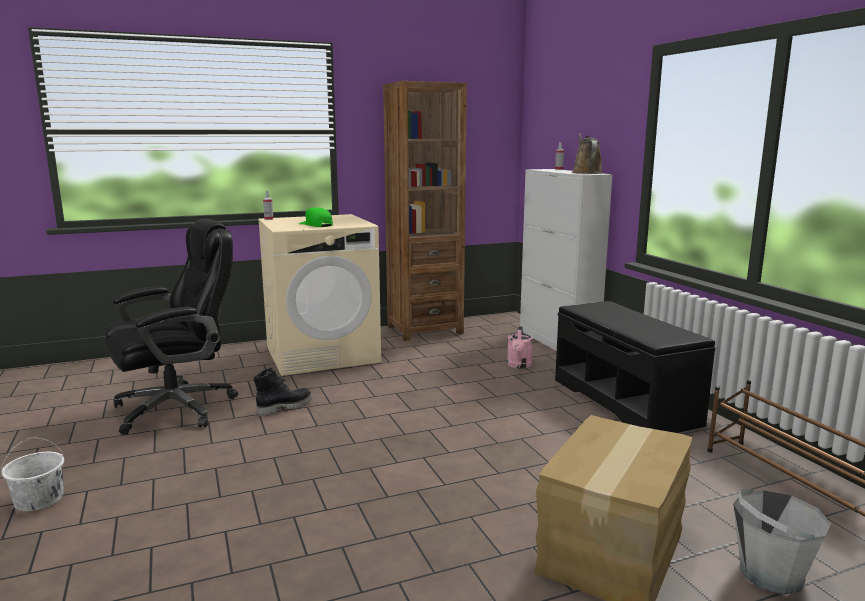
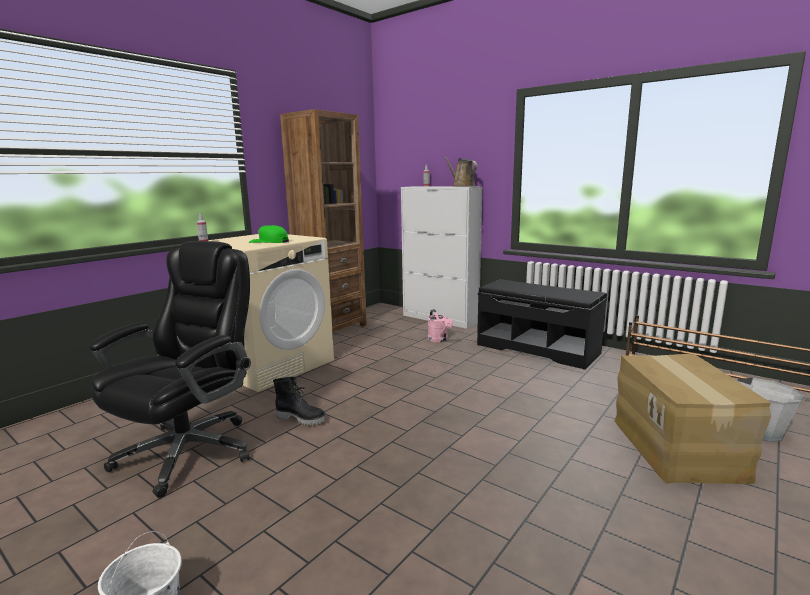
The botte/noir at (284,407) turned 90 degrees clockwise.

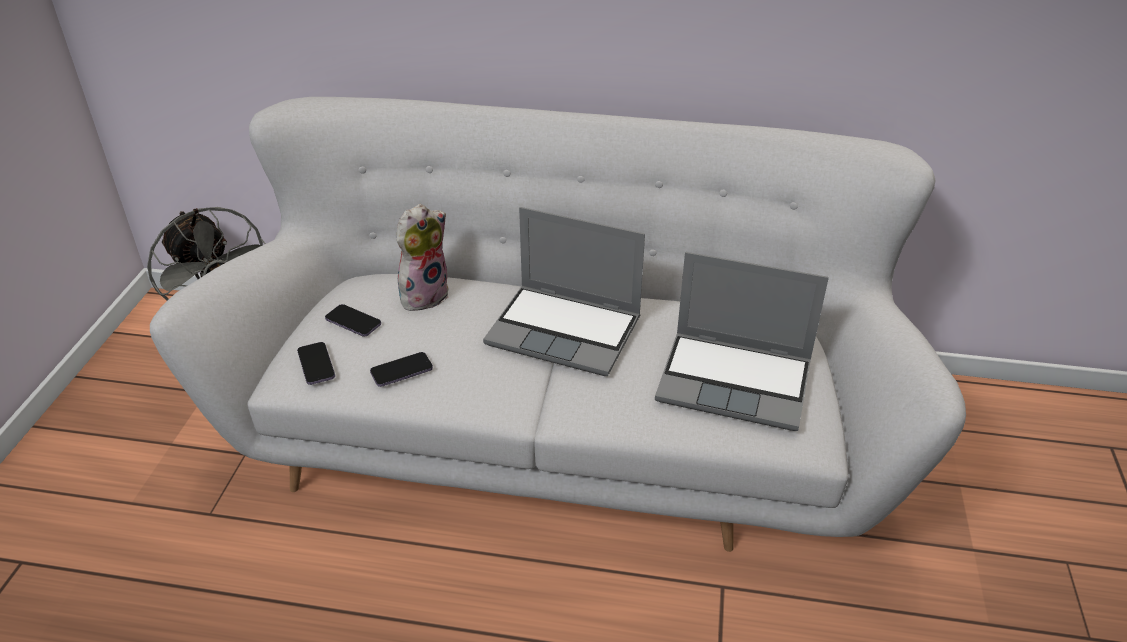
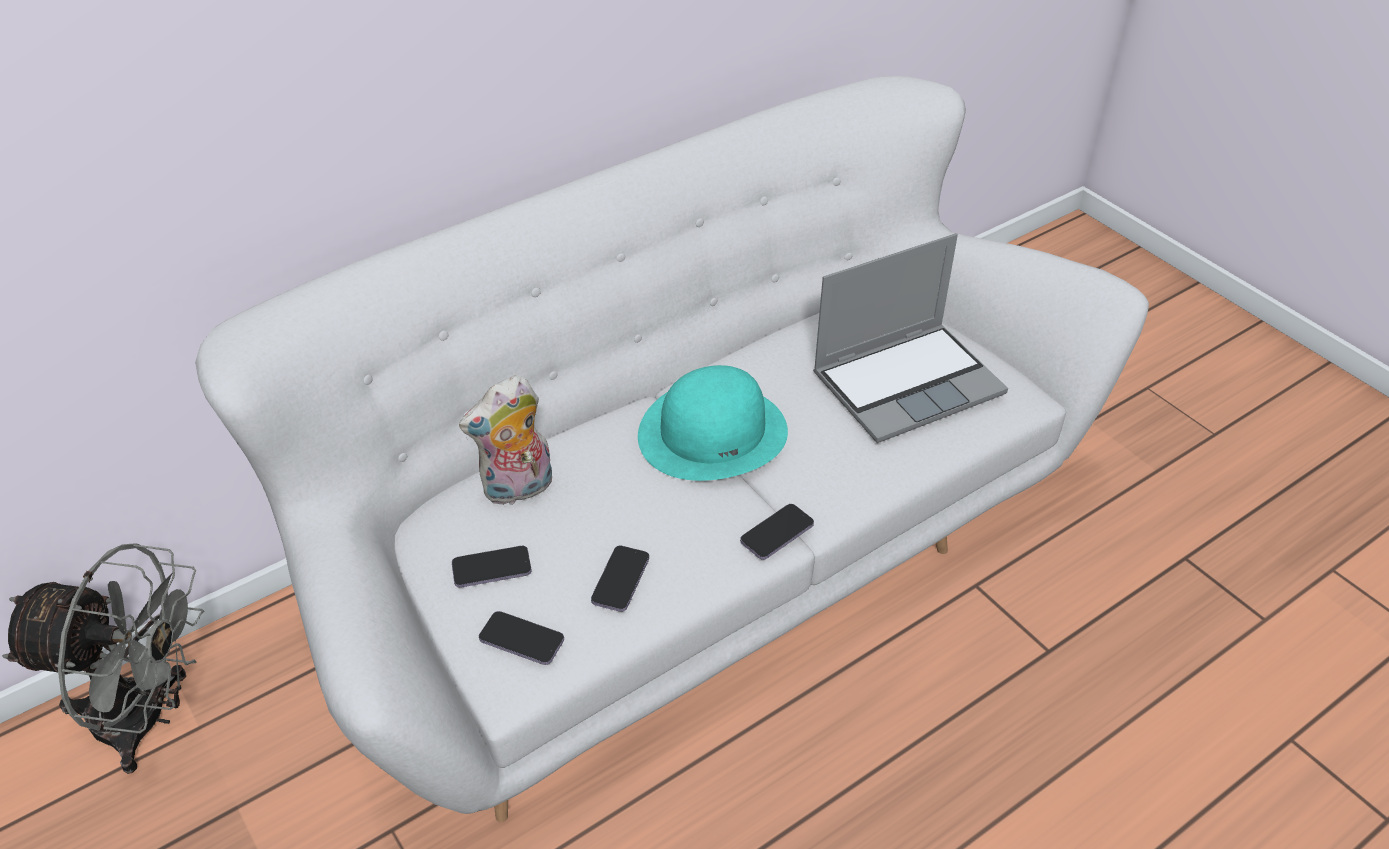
The peluche at (424,295) turned 120 degrees counterclockwise.
The ordinateur portable at (566,331) was replaced by the chapeau/turquoise at (713,432).
The téléphone at (777,533) appeared.

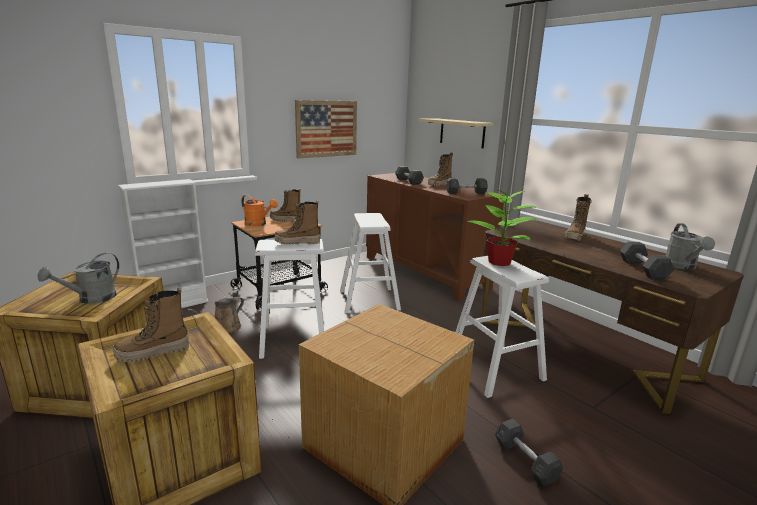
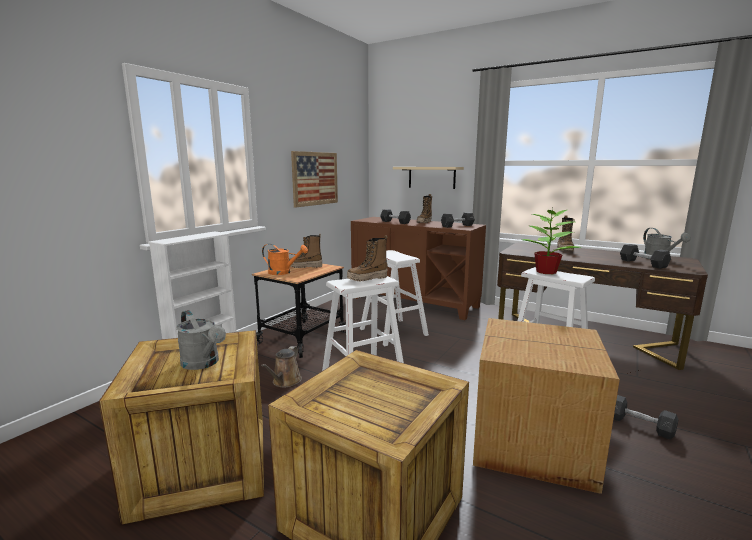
The arrosoir/gris at (91,299) turned 60 degrees counterclockwise.
The botte at (153,353) disappeared.

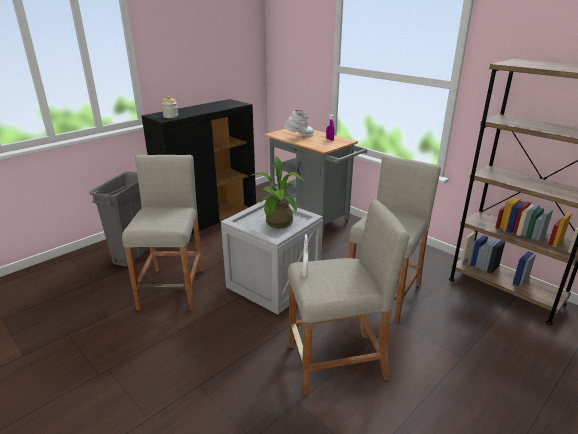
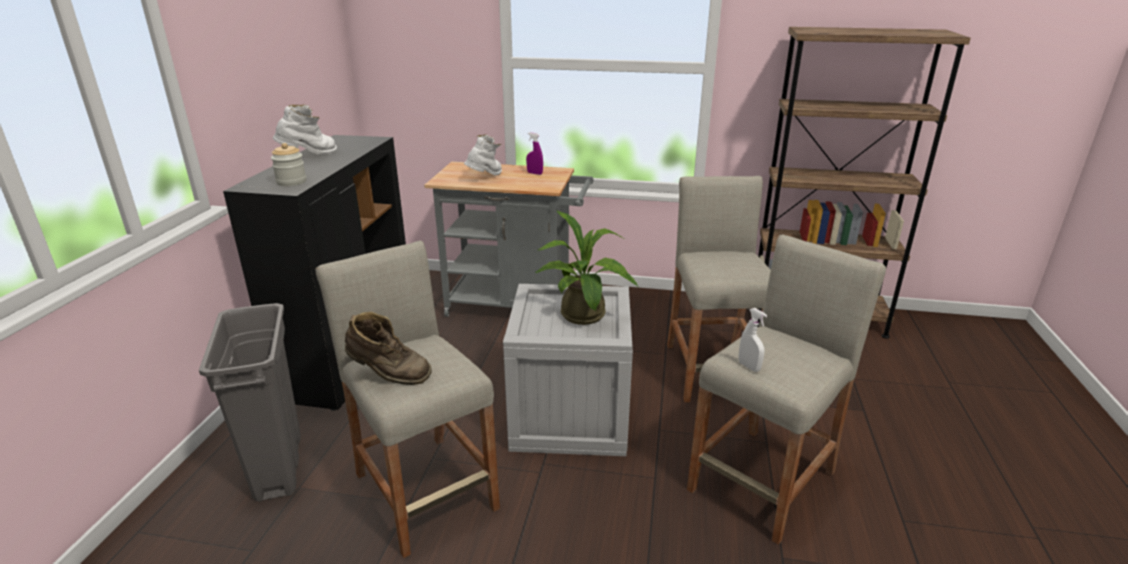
The botte/blanc at (309,156) appeared.
The botte/marron at (389,376) appeared.

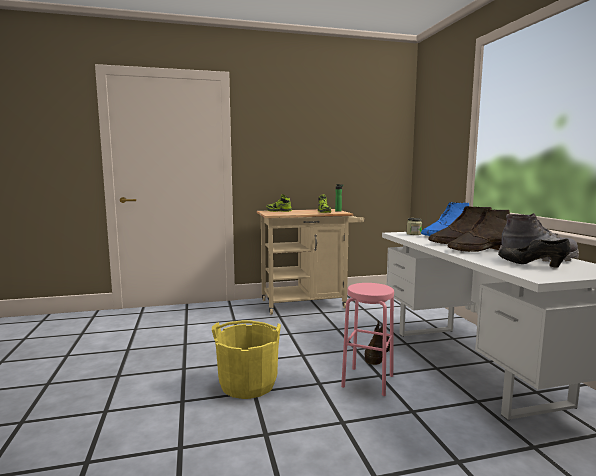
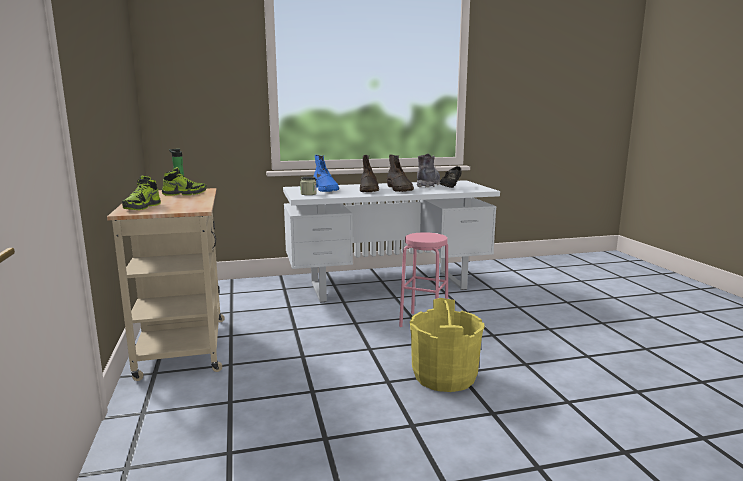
The botte/marron at (378,352) disappeared.

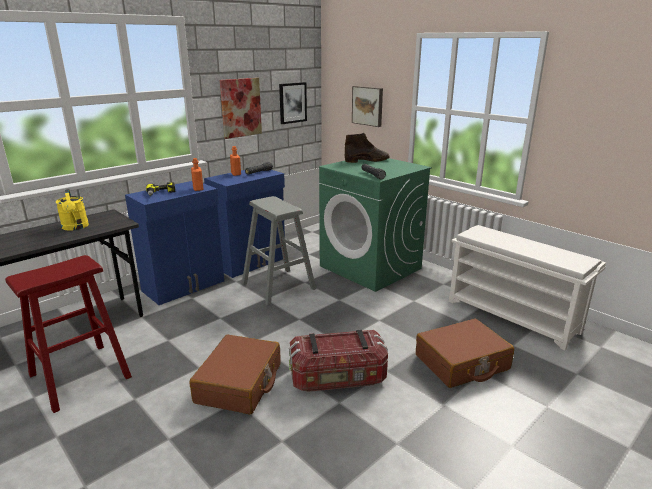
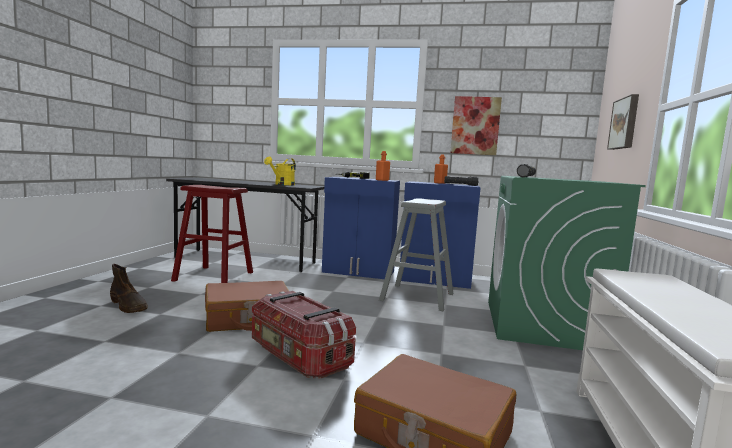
The tableau at (292,103) disappeared.
The botte/marron moved from (367,160) to (129,306).

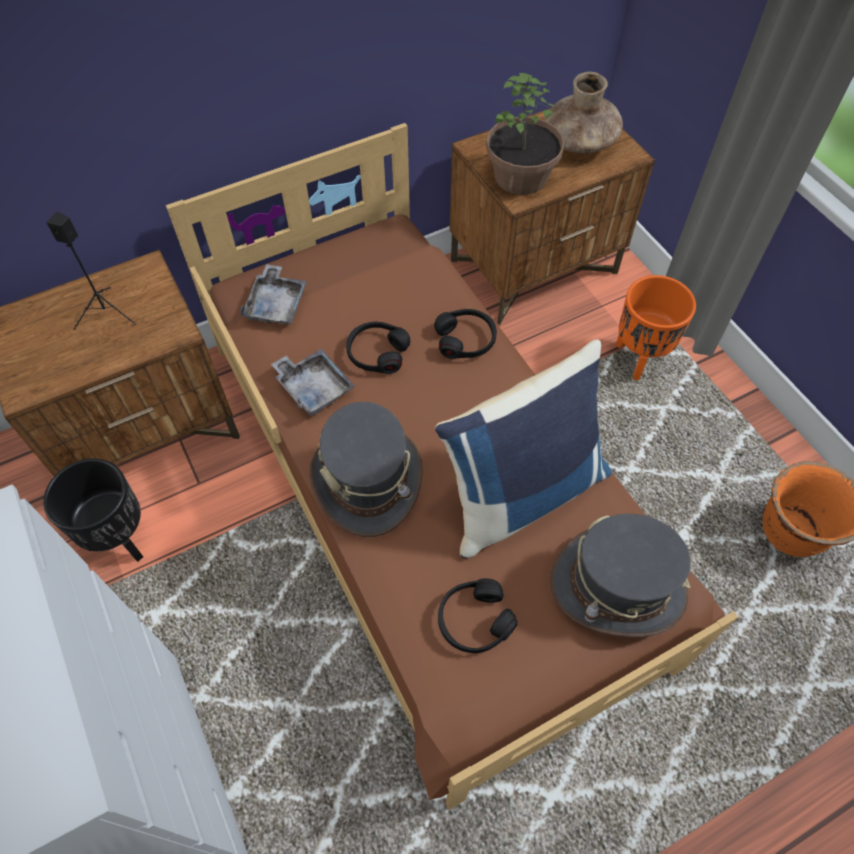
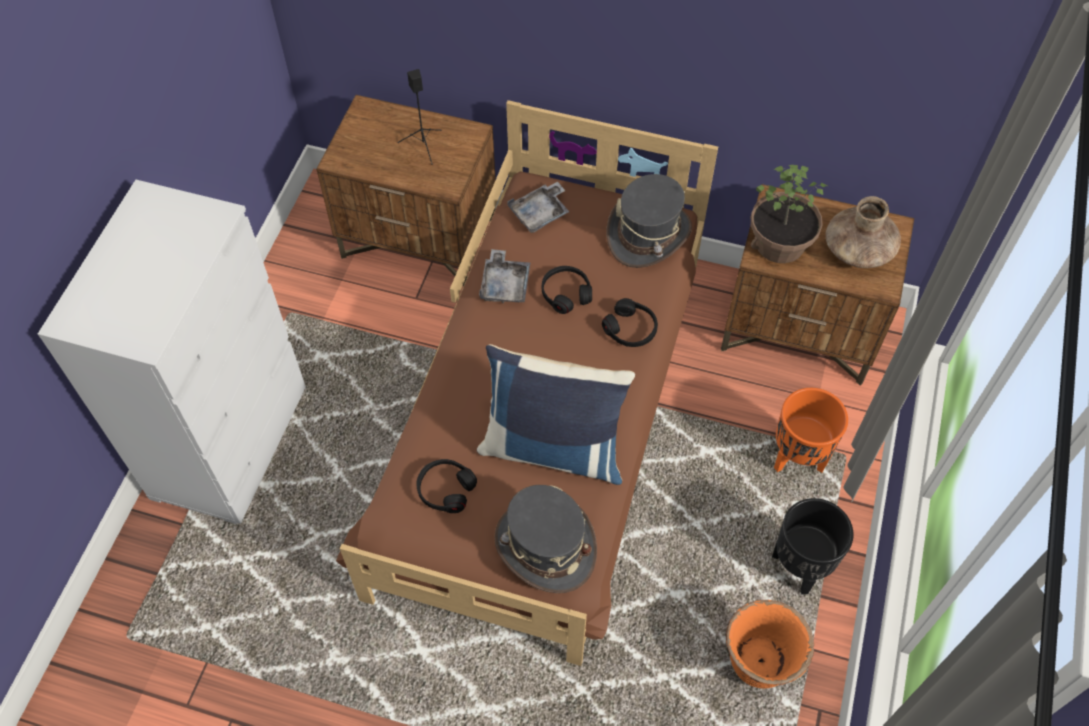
The chapeau/gris moved from (368,480) to (648,234).
The cache-pot/noir moved from (122,538) to (800,567).

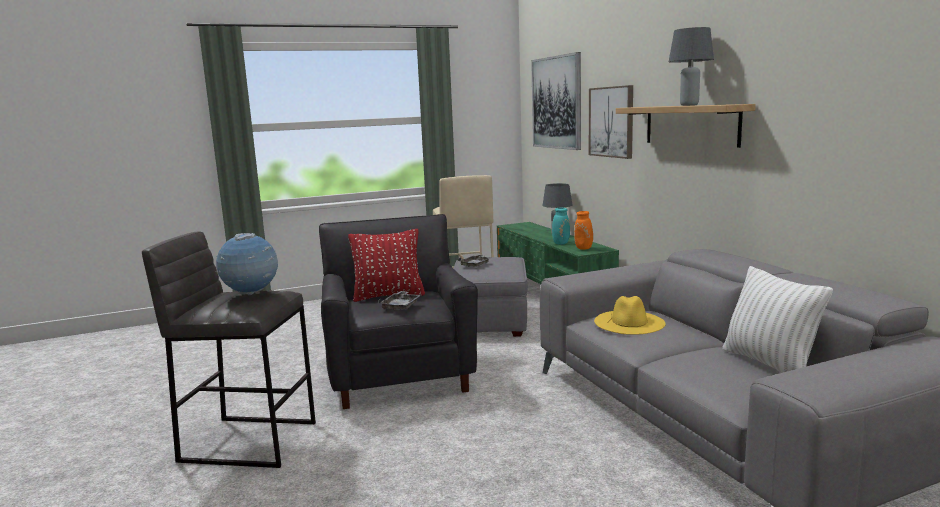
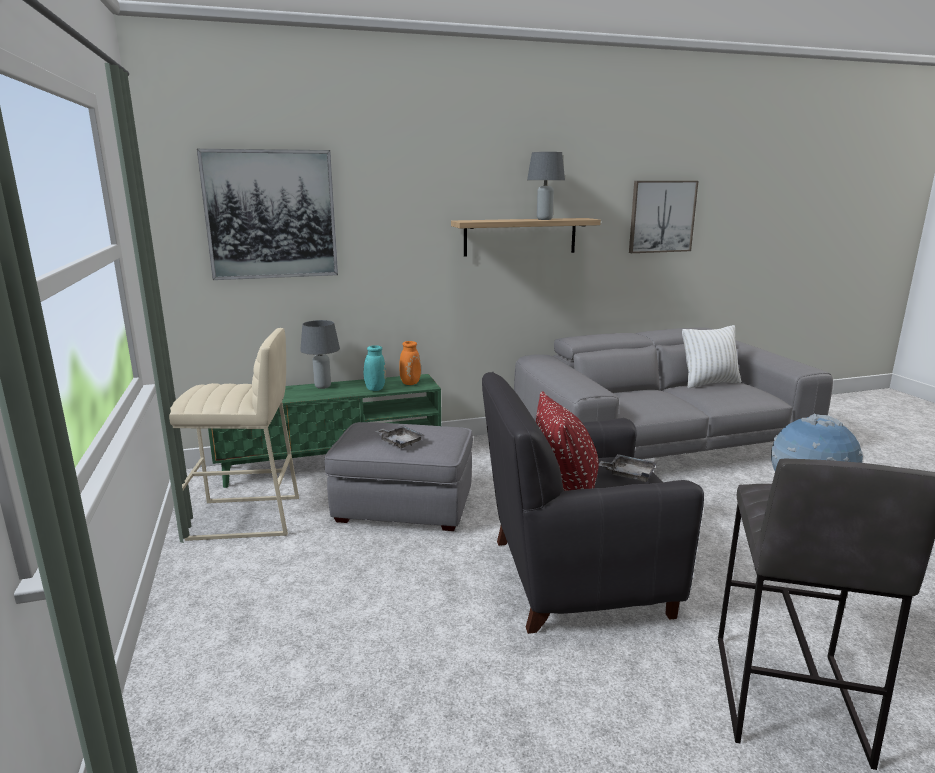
The tableau moved from (611,122) to (662,216).
The chapeau/jaune at (629,322) disappeared.

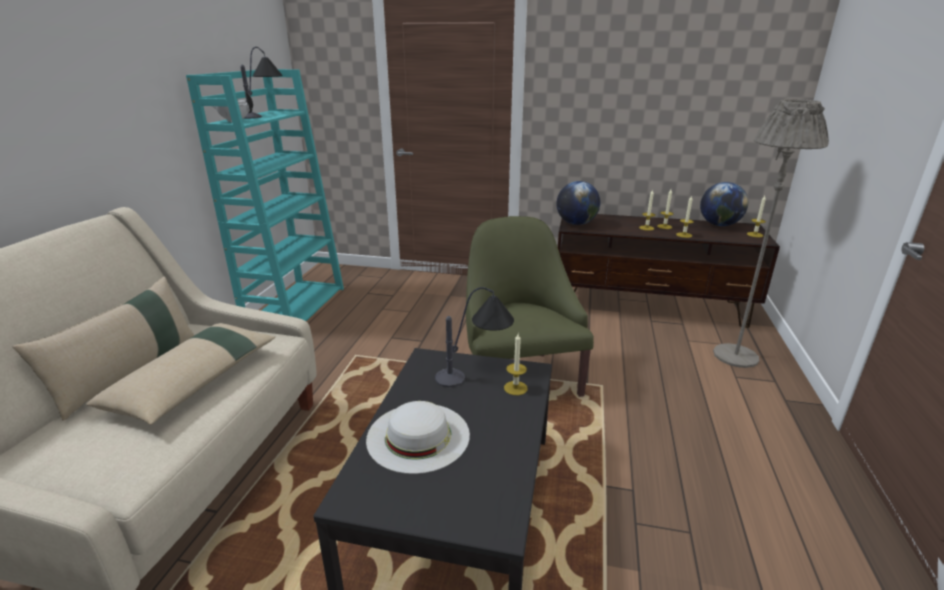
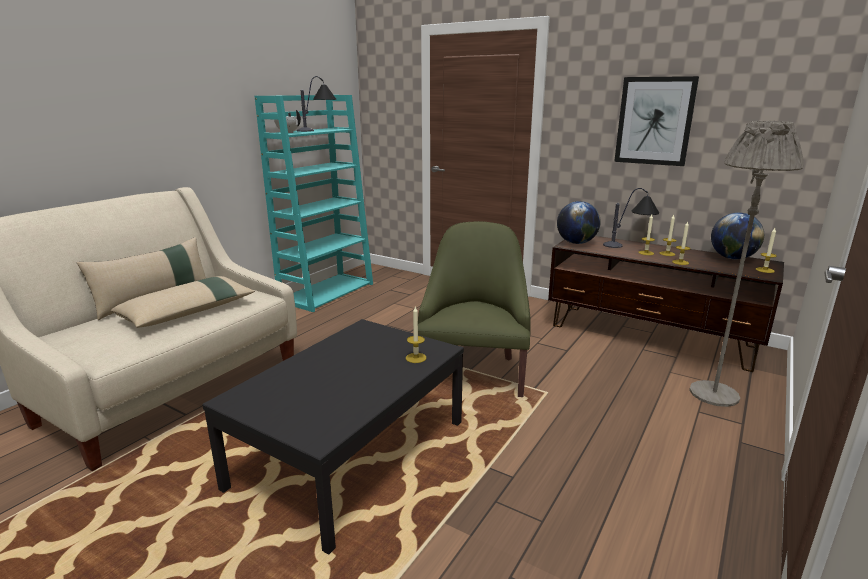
The lampe de table moved from (476,369) to (630,244).
The chapeau/blanc at (418,436) disappeared.
The tableau at (654,121) appeared.

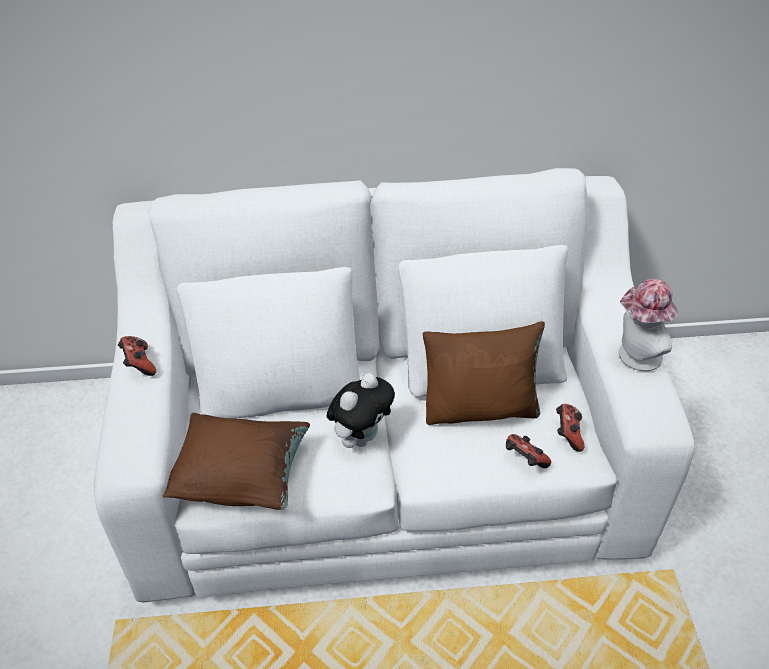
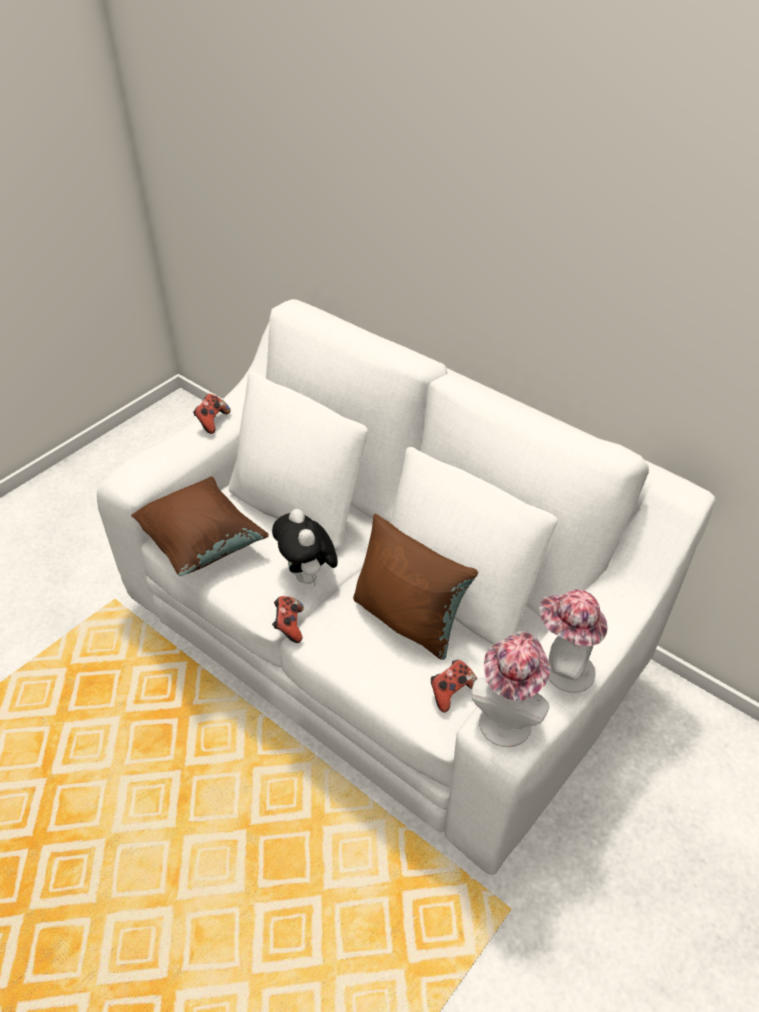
The peluche at (361,437) turned 75 degrees clockwise.
The manette moved from (524,460) to (289,626).
The chapeau at (506,716) appeared.

